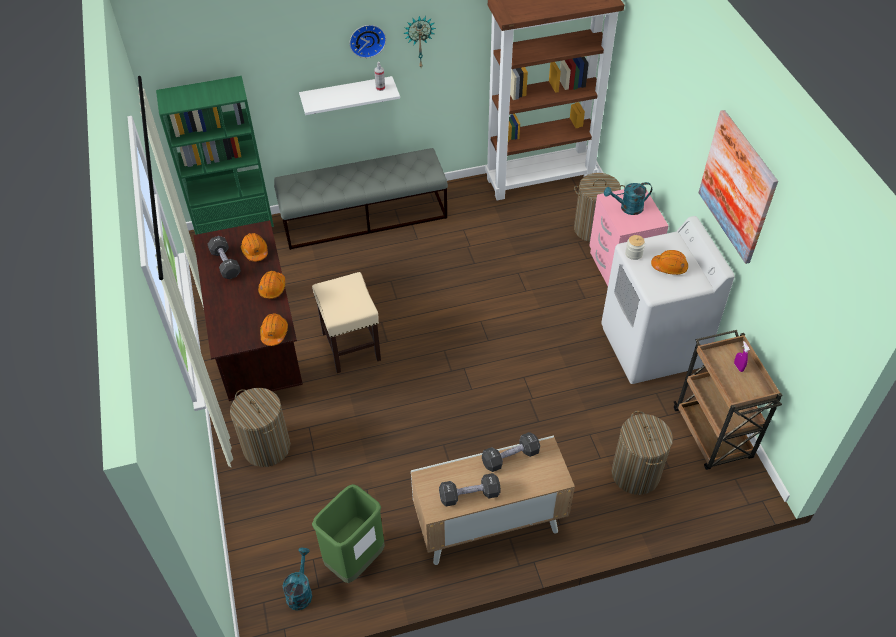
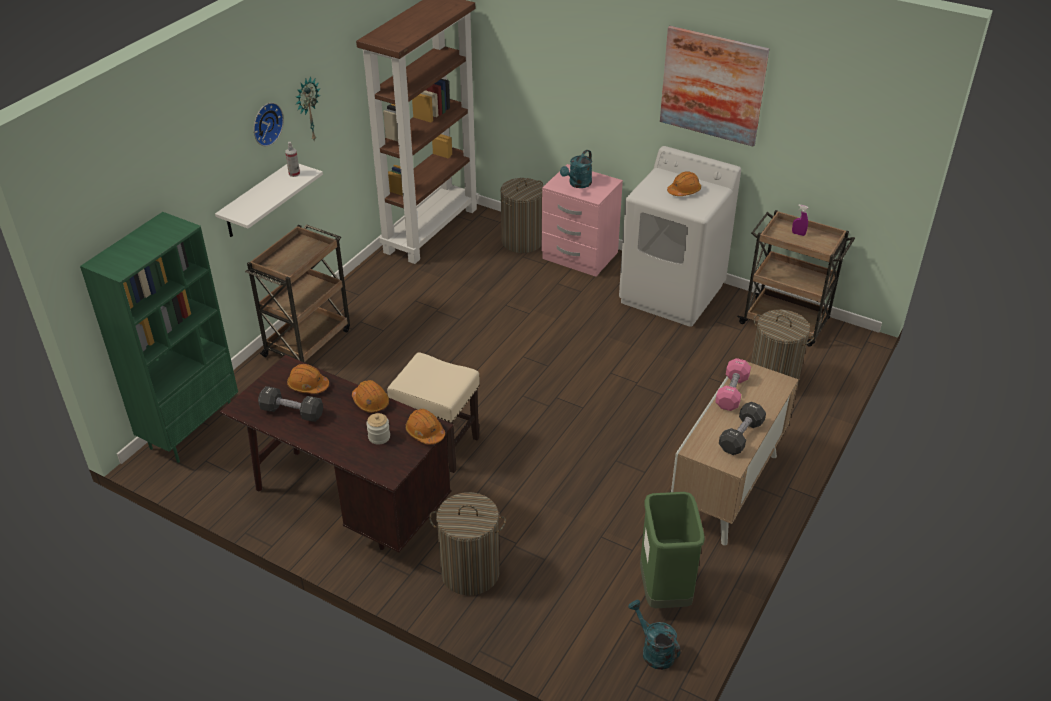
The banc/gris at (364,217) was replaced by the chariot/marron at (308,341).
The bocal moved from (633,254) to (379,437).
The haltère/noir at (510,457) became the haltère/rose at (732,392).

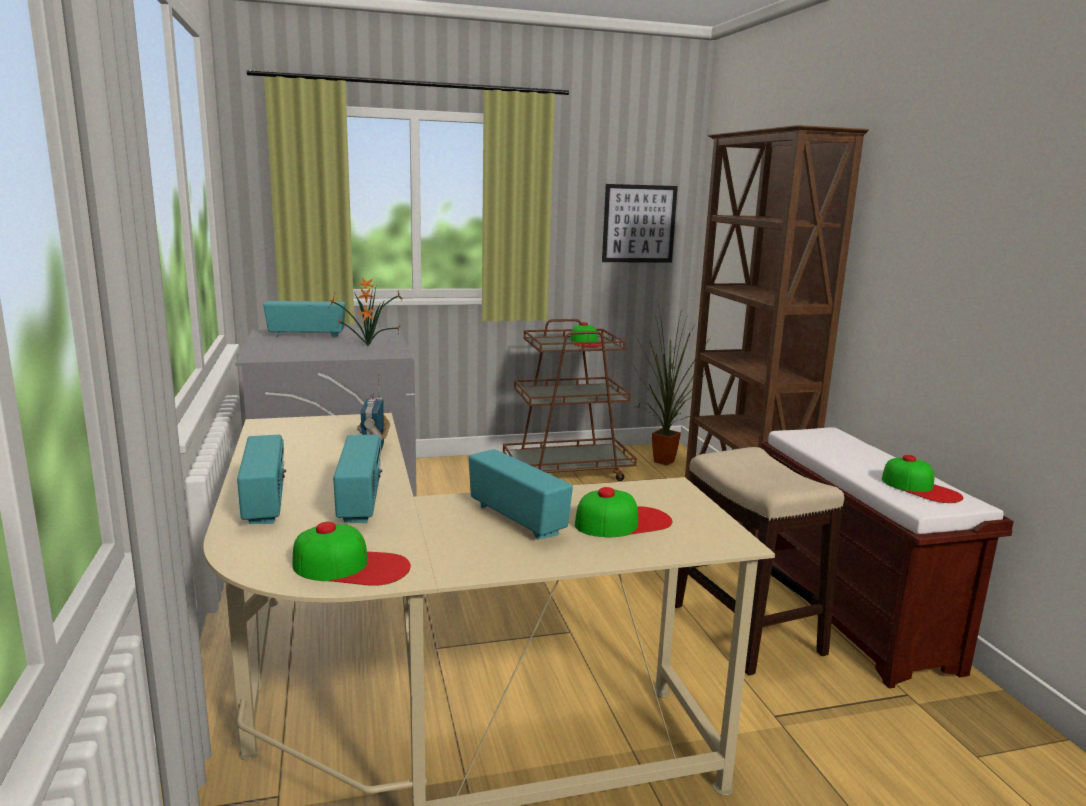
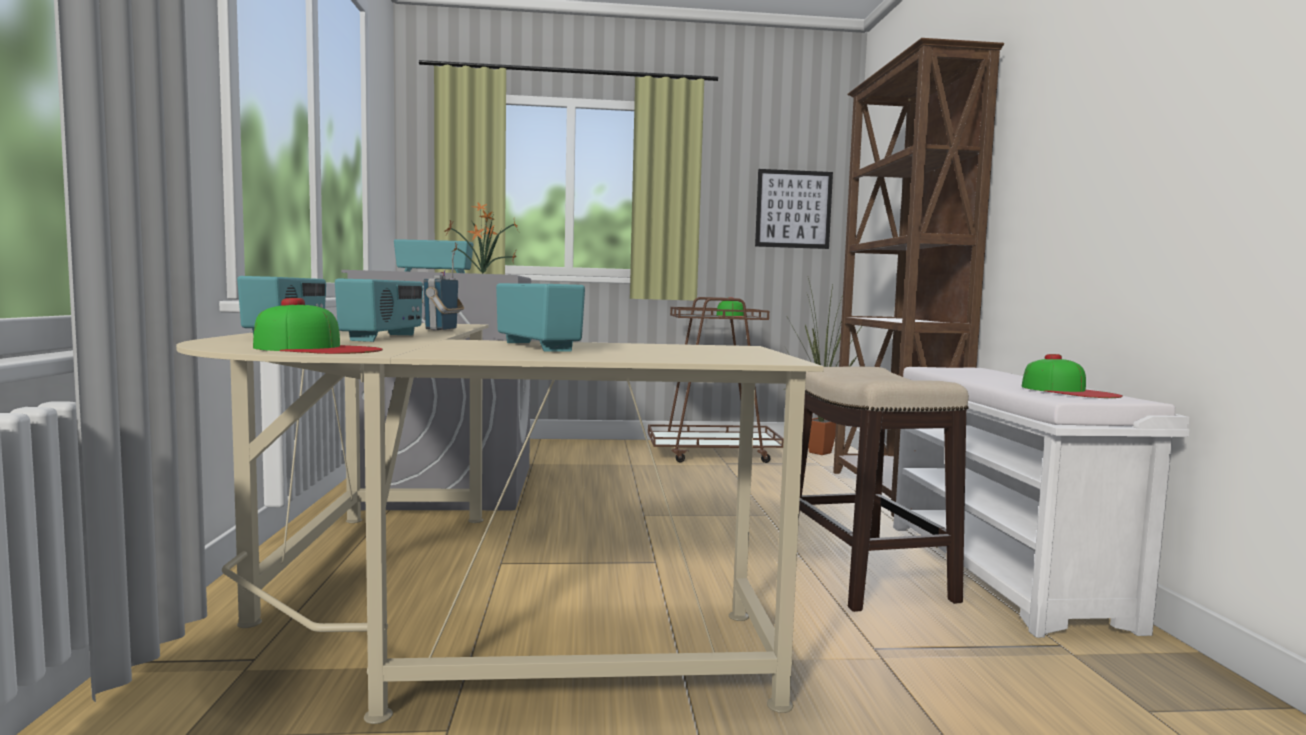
The banc/marron at (851,614) became the banc/blanc at (1002,572).
The casquette at (623,522) disappeared.

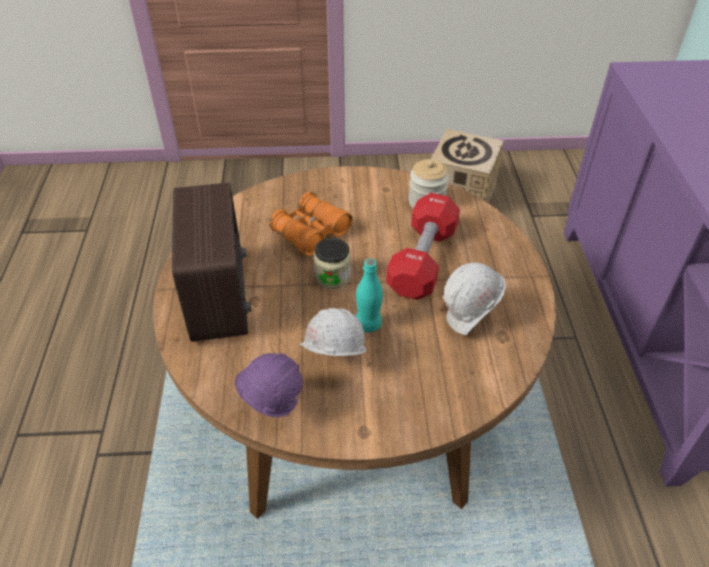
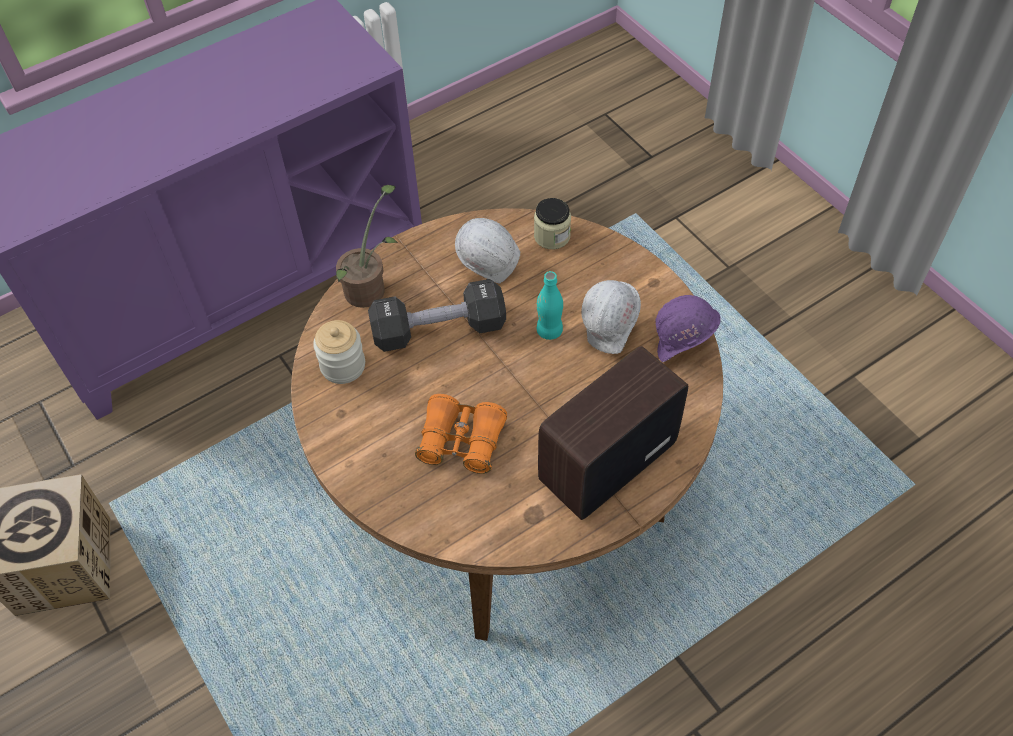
The haltère/rouge at (422,261) became the haltère/noir at (439,329).
The bocal moved from (332,277) to (552,236).
The plante en pot at (370,288) appeared.

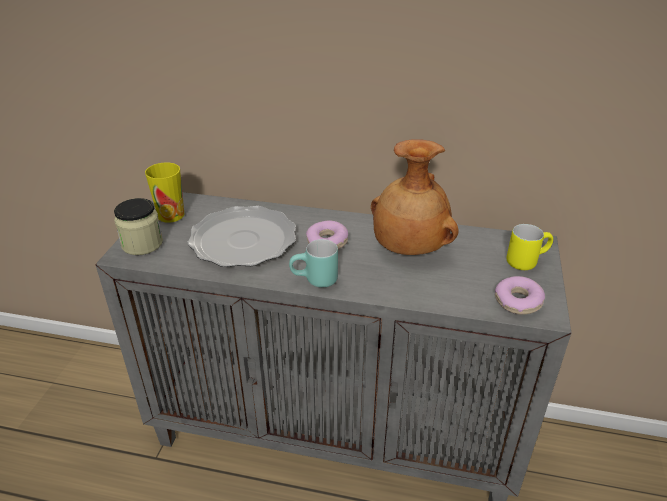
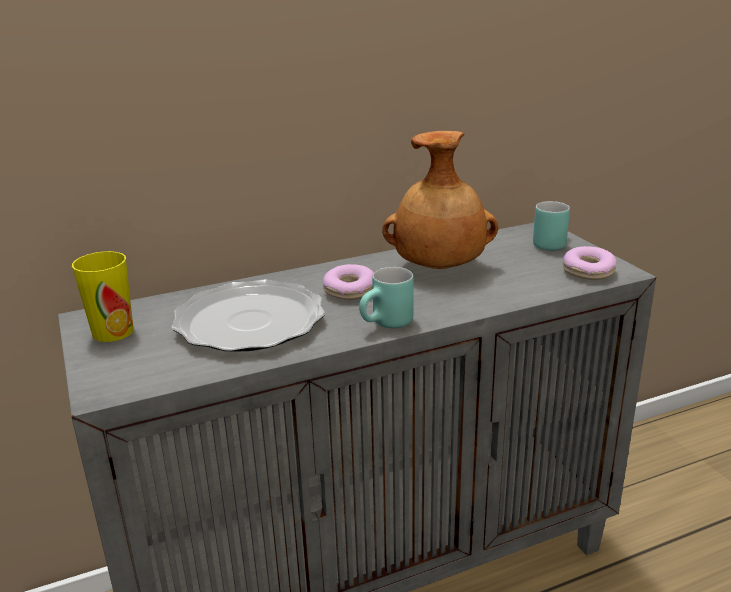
The bocal at (142,244) disappeared.
The mug/jaune at (525,260) became the mug/turquoise at (550,243).

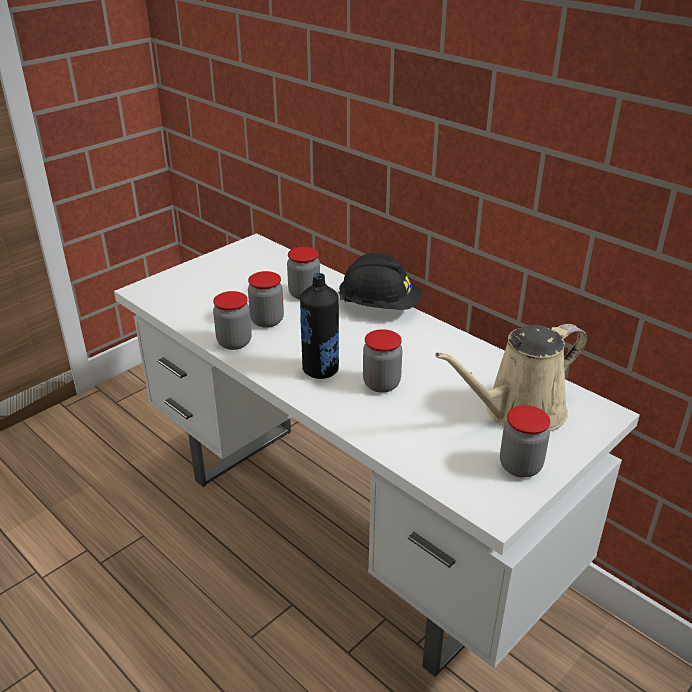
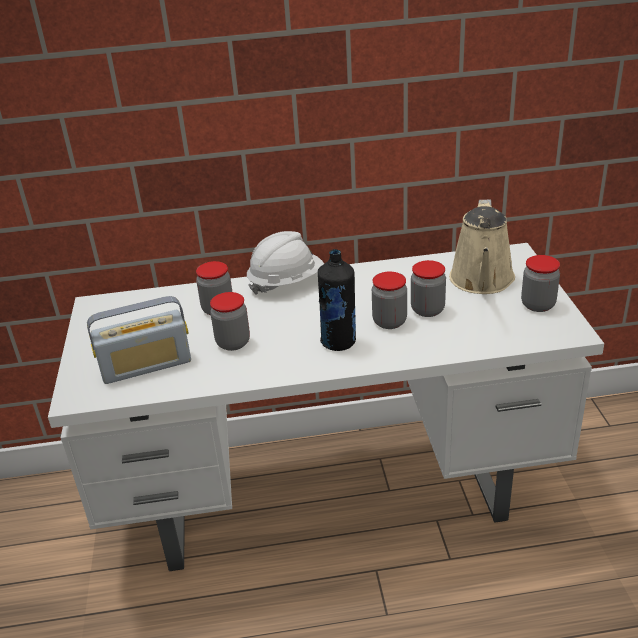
The casque de chantier/noir at (379,306) became the casque de chantier/blanc at (286,282).
The bocal moved from (234,342) to (427,310).
The radio at (146,366) appeared.

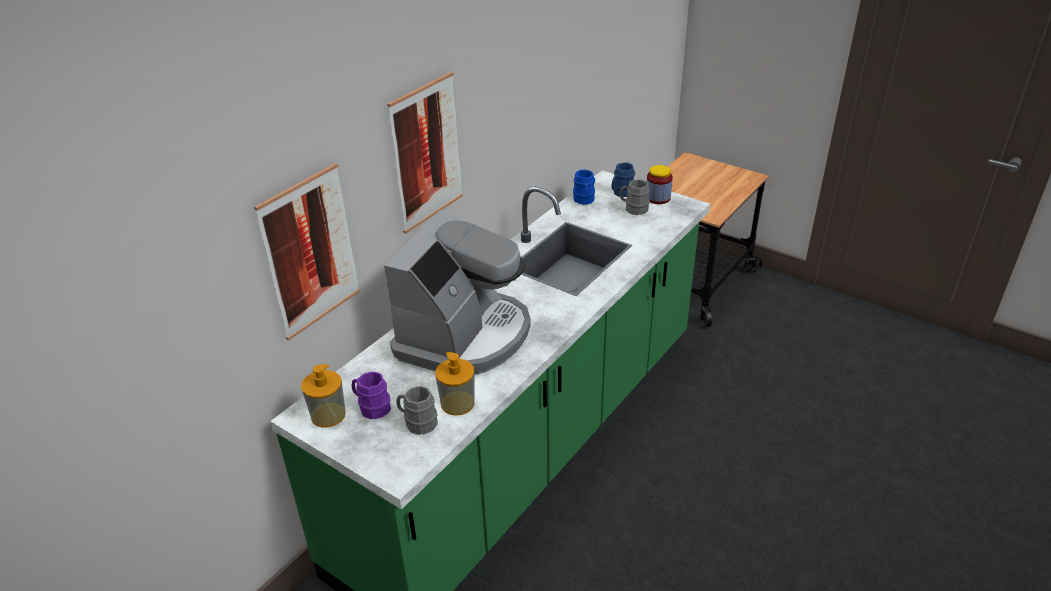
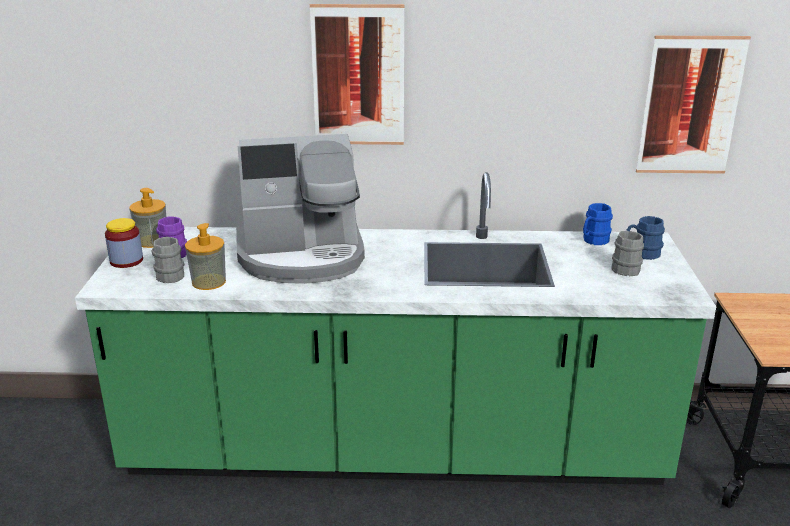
The tableau moved from (310,252) to (690,106).
The bocal moved from (658,198) to (126,261).

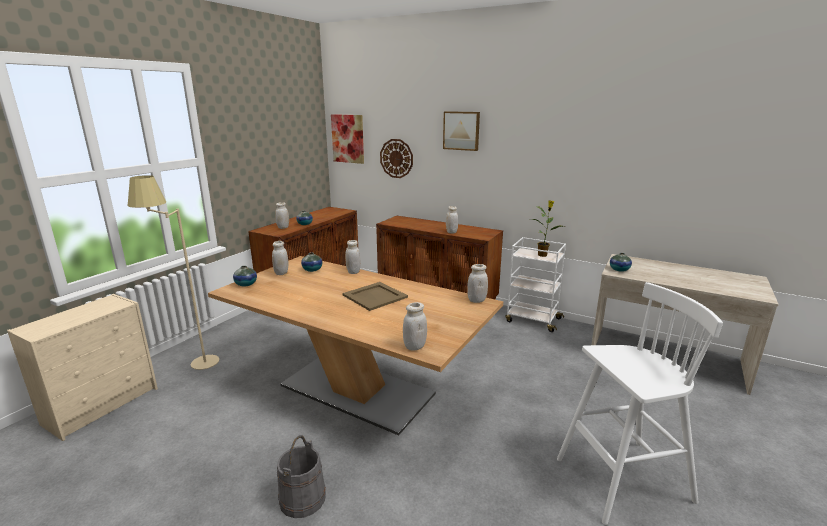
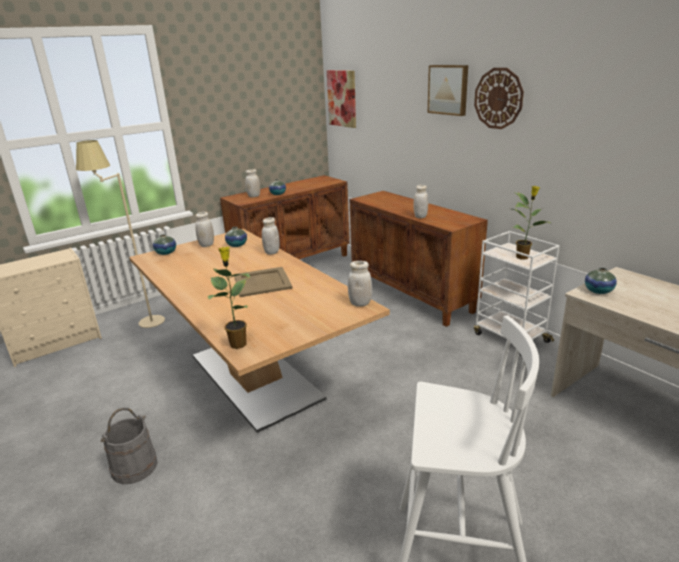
The horloge murale moved from (396,158) to (498,98).
The bocal/blanc at (414,346) was replaced by the plante en pot at (238,343).

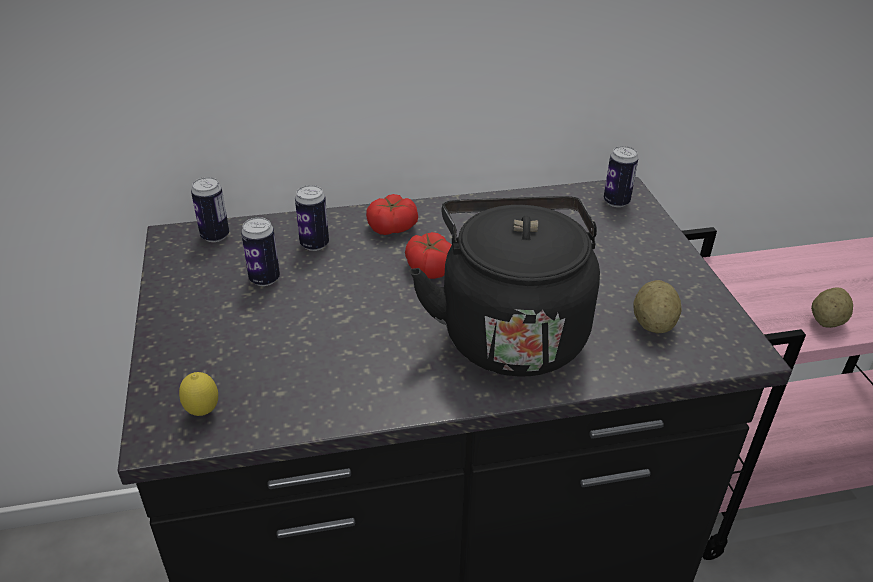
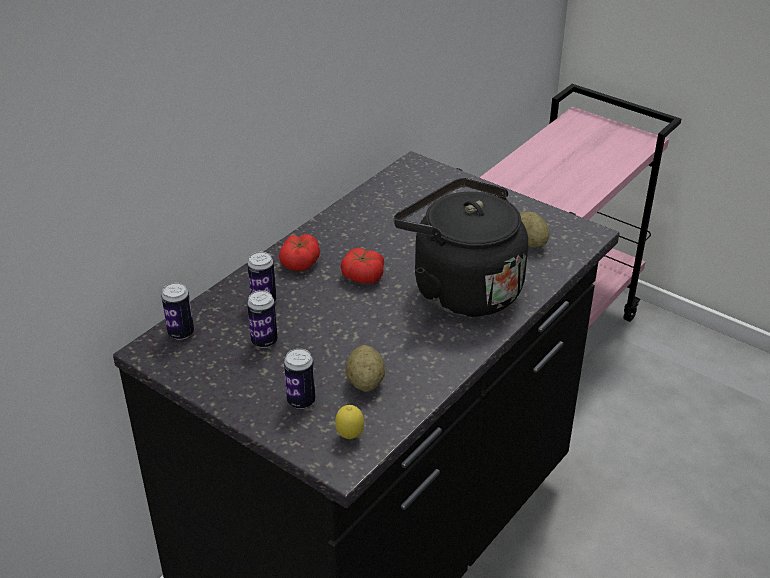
The boîte métallique moved from (616,202) to (301,401).
The pomme de terre moved from (826,321) to (365,382).

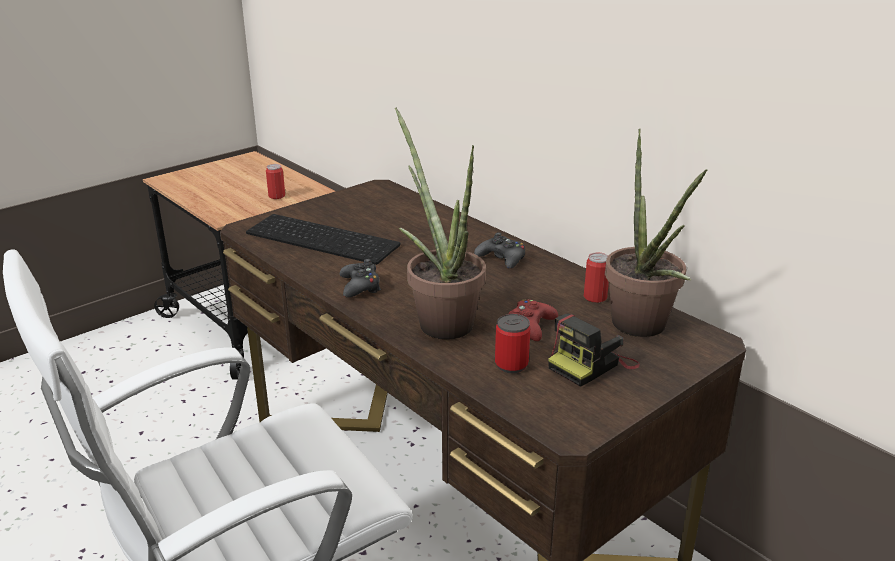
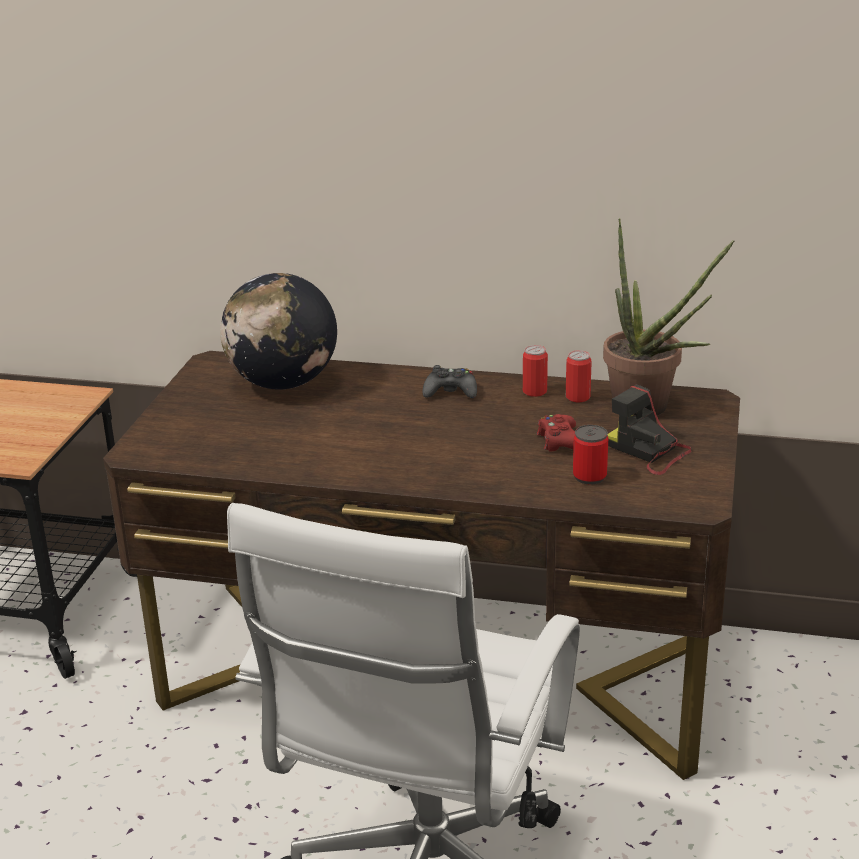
The plante en pot at (440,319) disappeared.
The boîte métallique moved from (276,196) to (534,391).
The clavier at (325,238) disappeared.
The manette/noir at (360,286) disappeared.
The appareil photo at (591,364) turned 120 degrees clockwise.
The globe at (282,383) appeared.

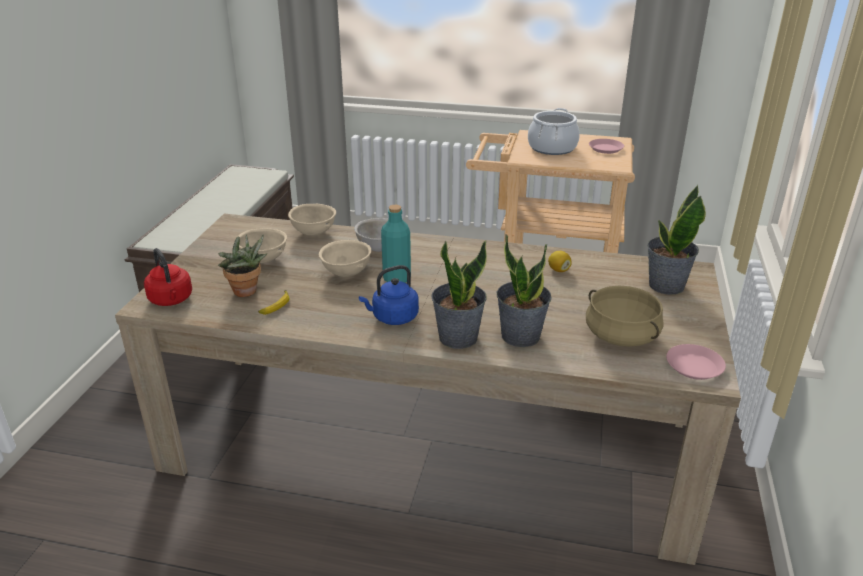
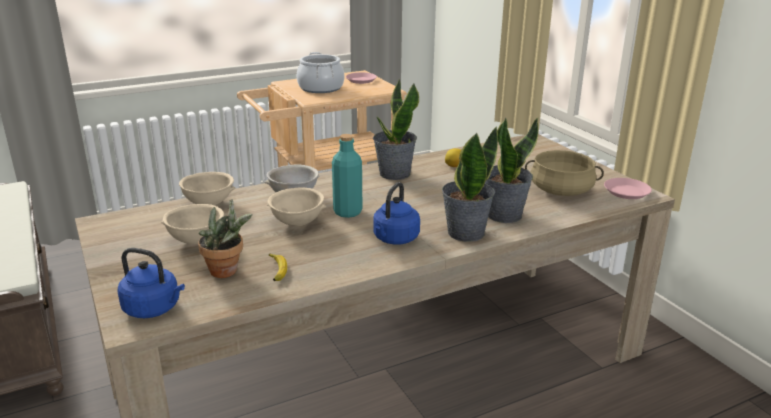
The plante en pot moved from (665,285) to (394,174).
The bouilloire/rouge at (171,300) became the bouilloire/bleu at (154,309).

